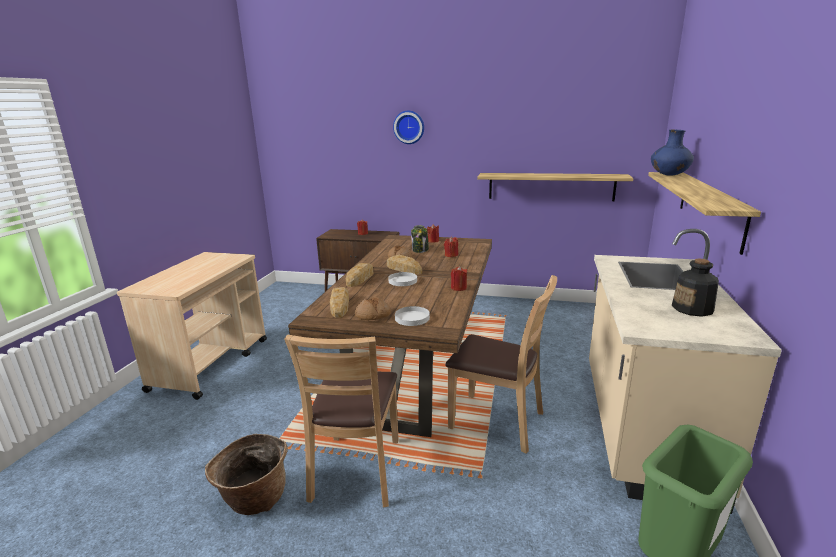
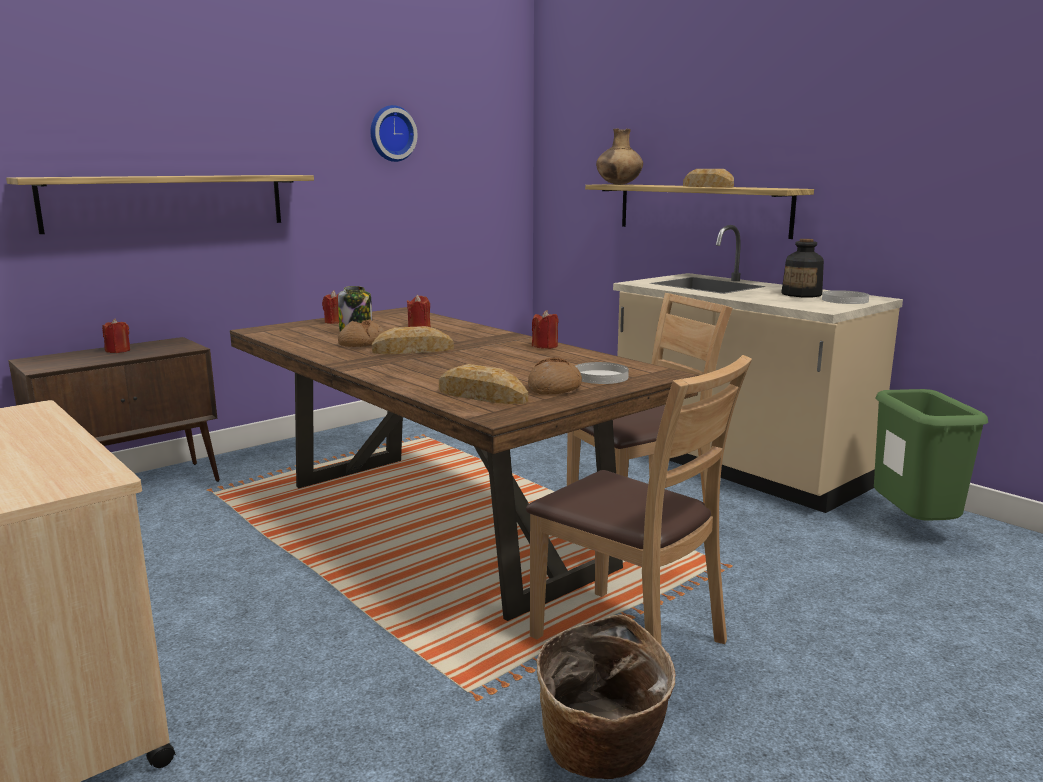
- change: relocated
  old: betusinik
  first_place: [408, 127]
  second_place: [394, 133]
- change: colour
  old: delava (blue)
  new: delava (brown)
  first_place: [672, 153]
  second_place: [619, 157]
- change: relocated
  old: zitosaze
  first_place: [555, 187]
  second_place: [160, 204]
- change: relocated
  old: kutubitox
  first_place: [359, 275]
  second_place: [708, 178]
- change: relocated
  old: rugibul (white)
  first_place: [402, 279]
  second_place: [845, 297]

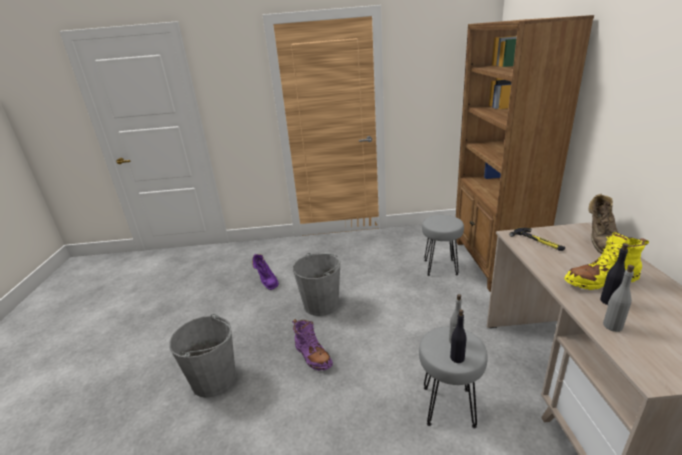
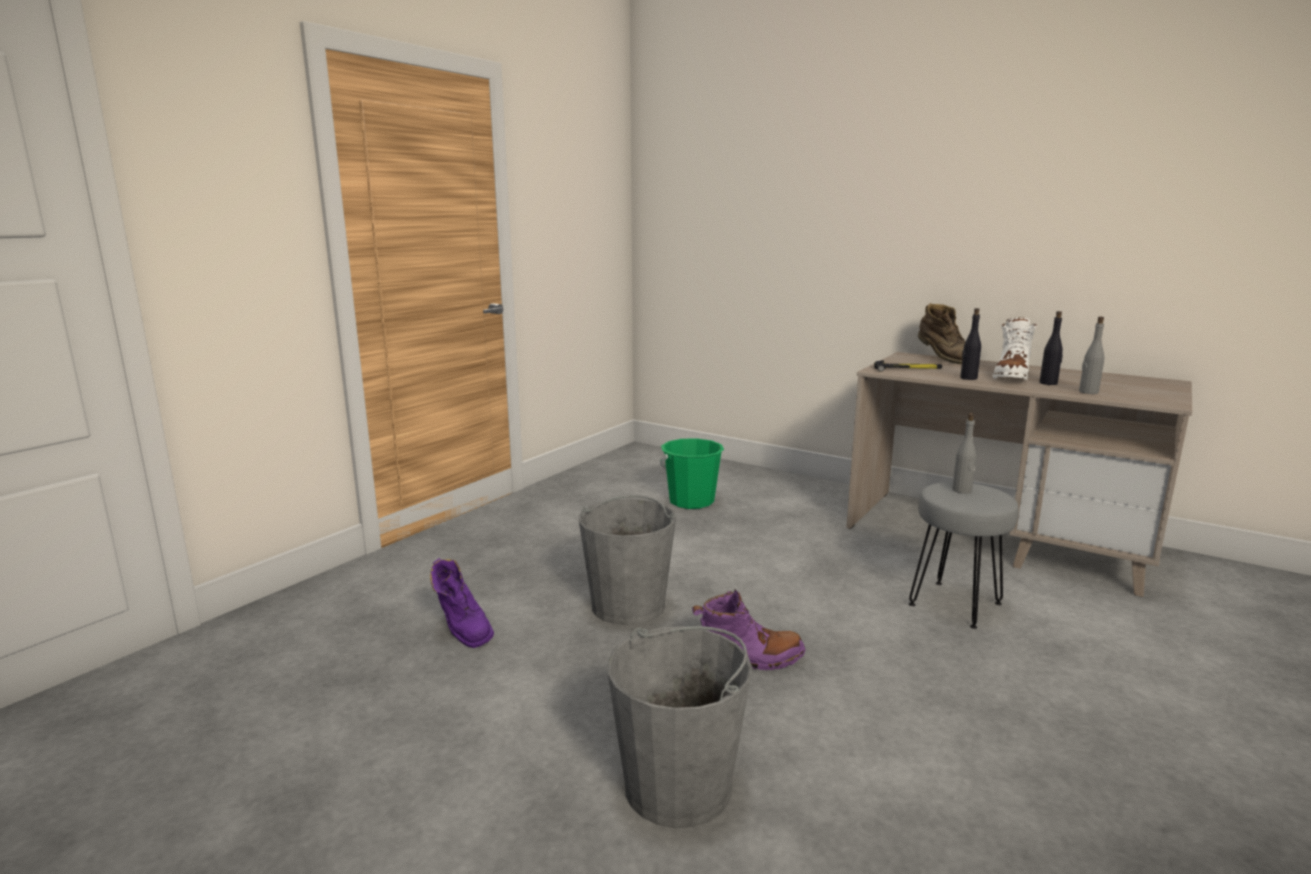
- change: missing
  old: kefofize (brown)
  first_place: [525, 153]
- change: exchanged
  old: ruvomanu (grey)
  new: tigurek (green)
  first_place: [443, 245]
  second_place: [692, 473]
- change: colour
  old: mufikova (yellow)
  new: mufikova (white)
  first_place: [606, 261]
  second_place: [1014, 348]
- change: spun
  old: mufikova (purple)
  first_place: [265, 272]
  second_place: [462, 603]
  degrees: 45
- change: relocated
  old: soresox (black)
  first_place: [458, 336]
  second_place: [970, 344]

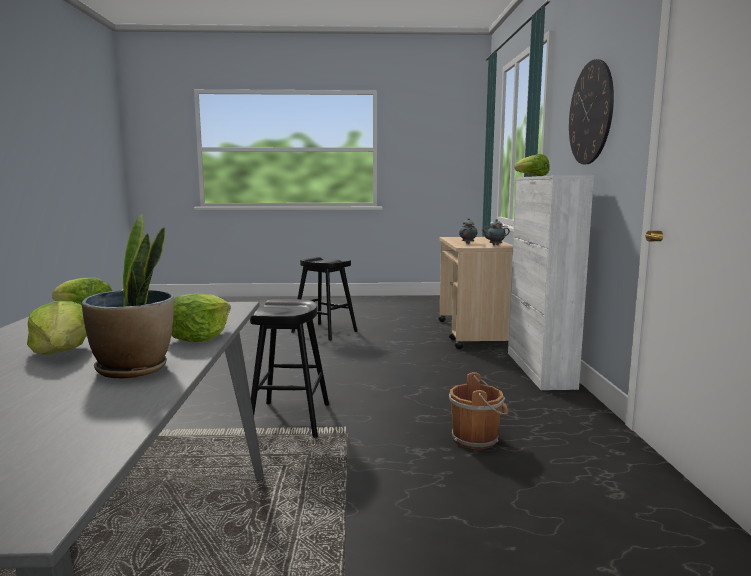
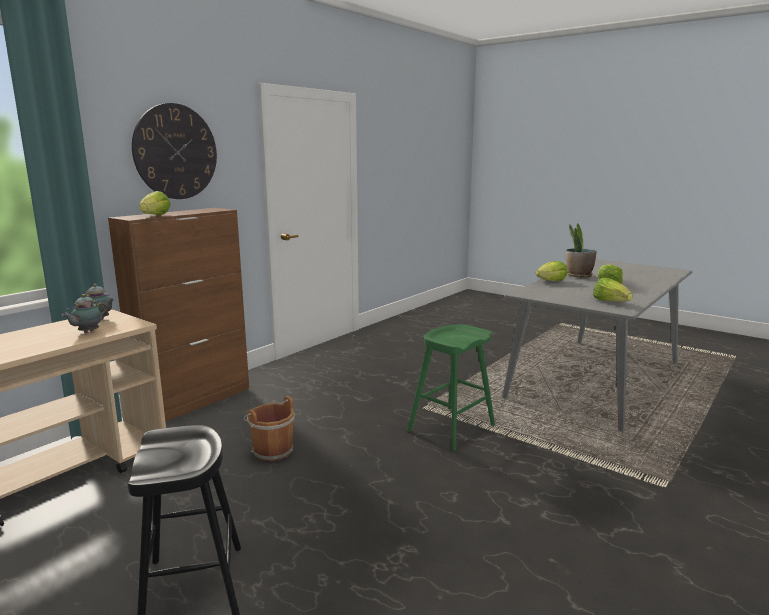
- change: colour
  old: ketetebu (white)
  new: ketetebu (brown)
  first_place: [551, 283]
  second_place: [178, 315]
- change: colour
  old: ruvomanu (black)
  new: ruvomanu (green)
  first_place: [289, 368]
  second_place: [451, 388]
- change: relocated
  old: tigurek (brown)
  first_place: [479, 410]
  second_place: [269, 428]

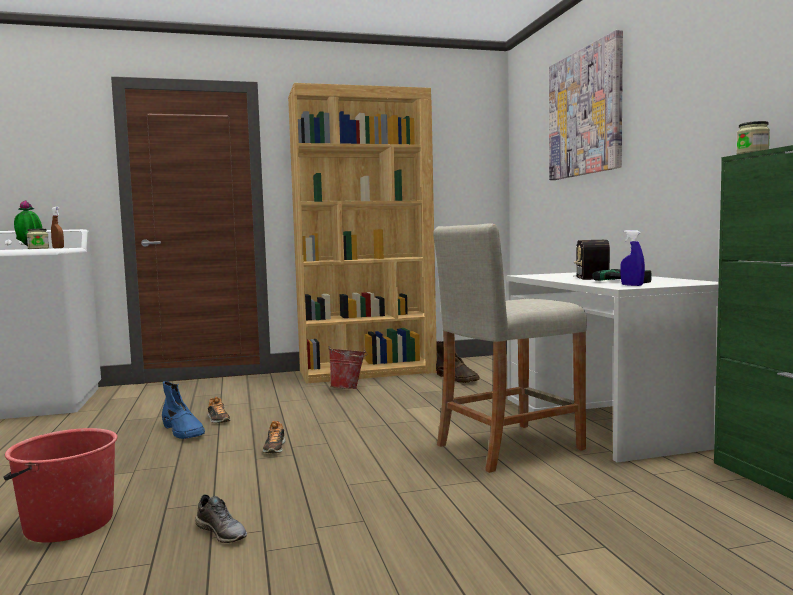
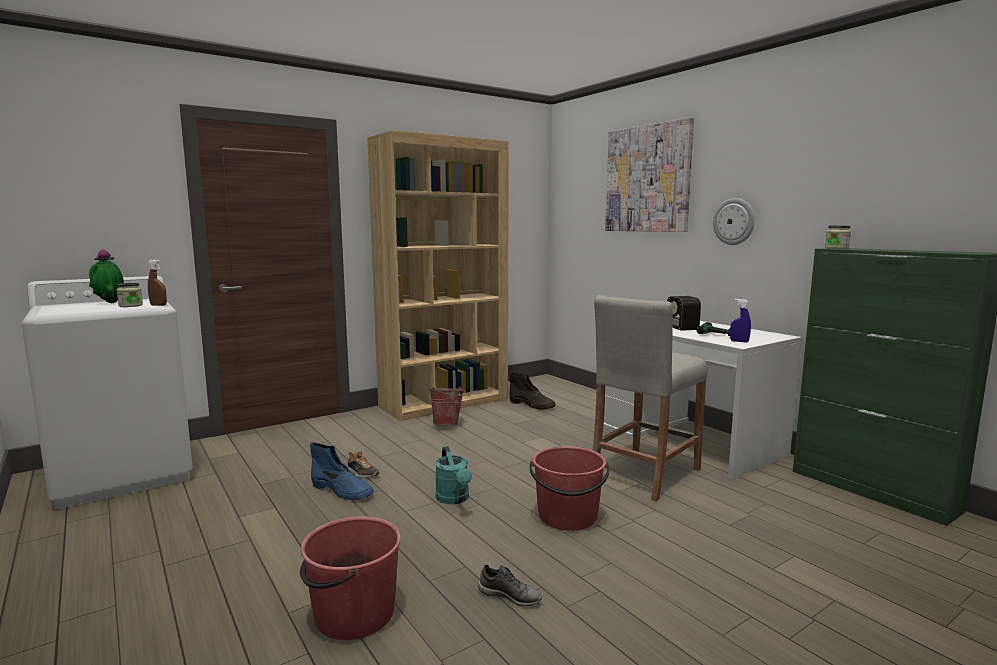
- change: exchanged
  old: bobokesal
  new: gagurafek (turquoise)
  first_place: [274, 437]
  second_place: [453, 475]
- change: appeared
  new: betusinik
  second_place: [734, 221]
- change: appeared
  new: tigurek (red)
  second_place: [569, 488]

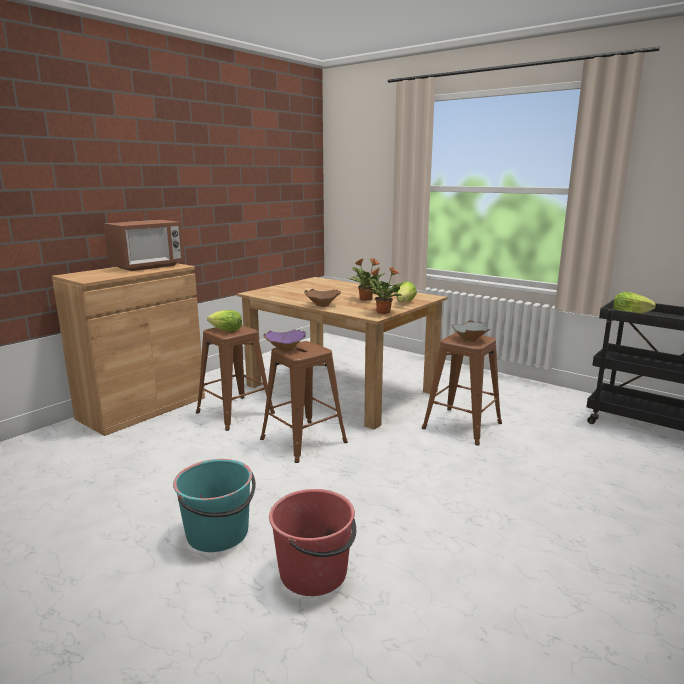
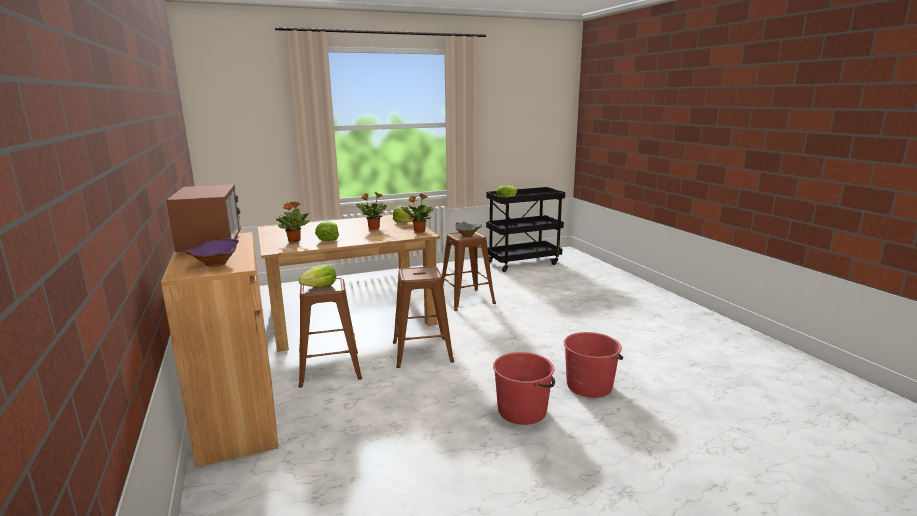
- change: missing
  old: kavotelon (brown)
  first_place: [322, 298]
- change: relocated
  old: kavotelon (purple)
  first_place: [284, 340]
  second_place: [211, 252]
- change: colour
  old: tigurek (turquoise)
  new: tigurek (red)
  first_place: [214, 505]
  second_place: [524, 388]
- change: appeared
  new: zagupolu
  second_place: [292, 221]
- change: appeared
  new: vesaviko
  second_place: [327, 231]

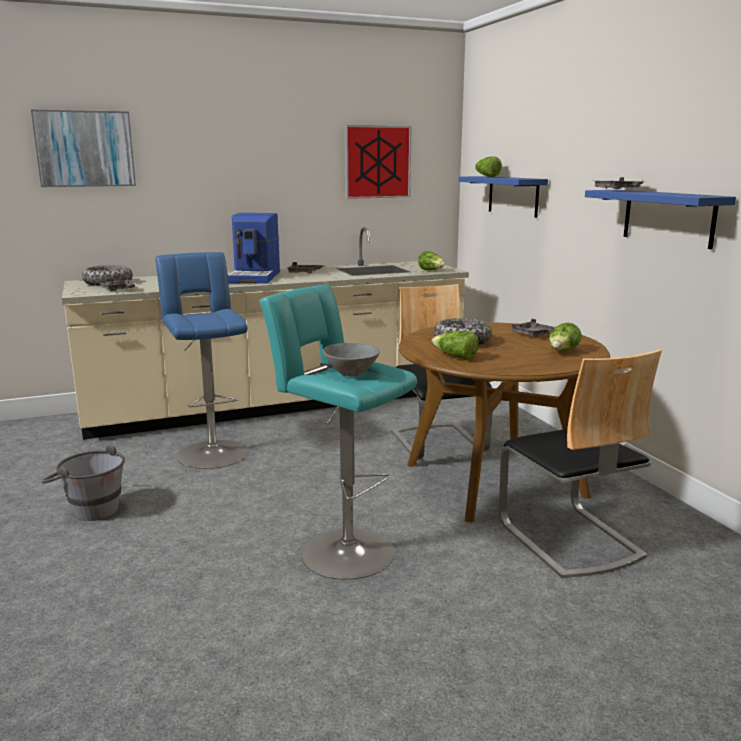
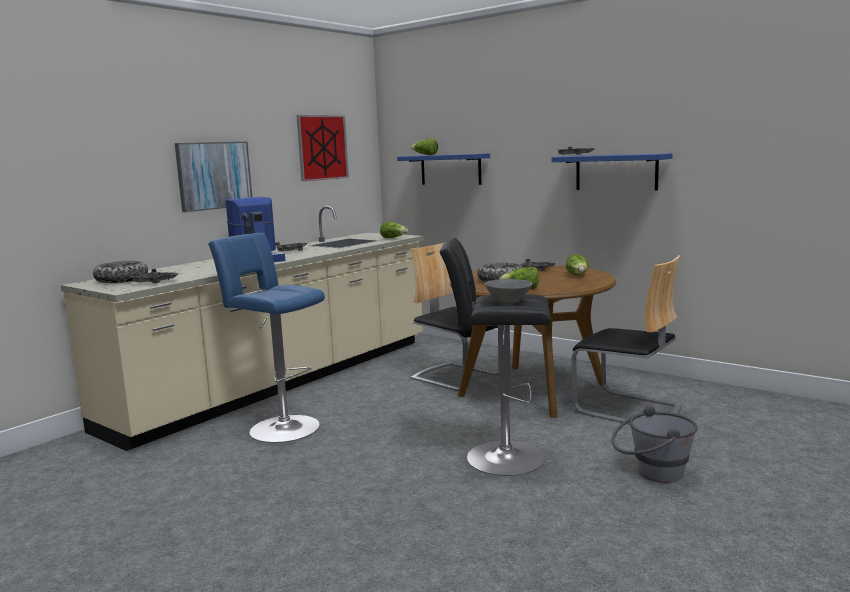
- change: relocated
  old: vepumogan
  first_place: [83, 148]
  second_place: [213, 177]
- change: colour
  old: ruvomanu (turquoise)
  new: ruvomanu (black)
  first_place: [338, 432]
  second_place: [495, 356]
- change: relocated
  old: tigurek (grey)
  first_place: [83, 482]
  second_place: [654, 444]

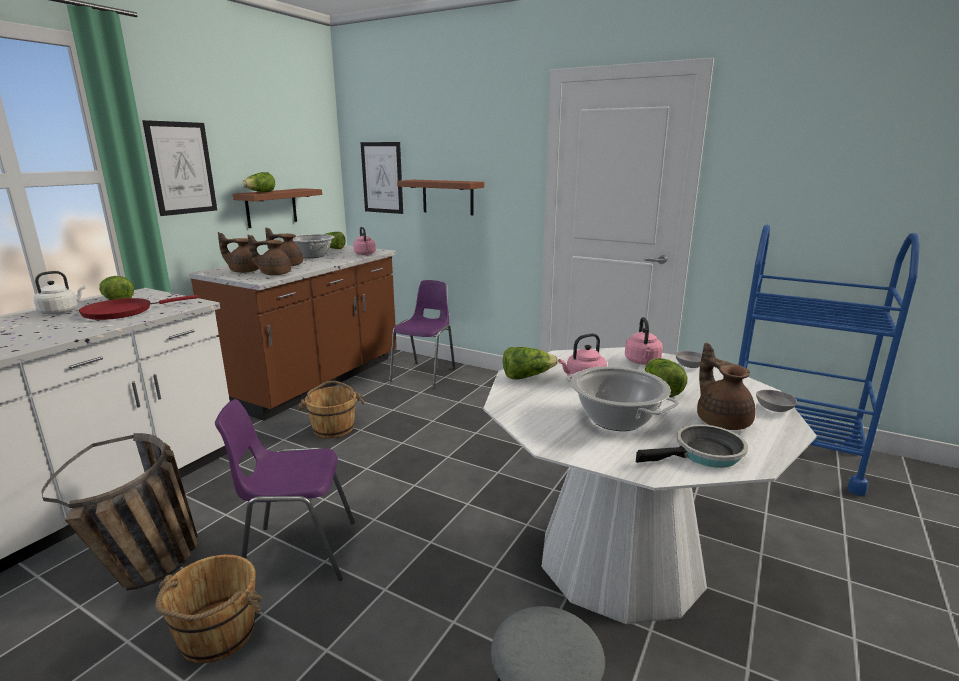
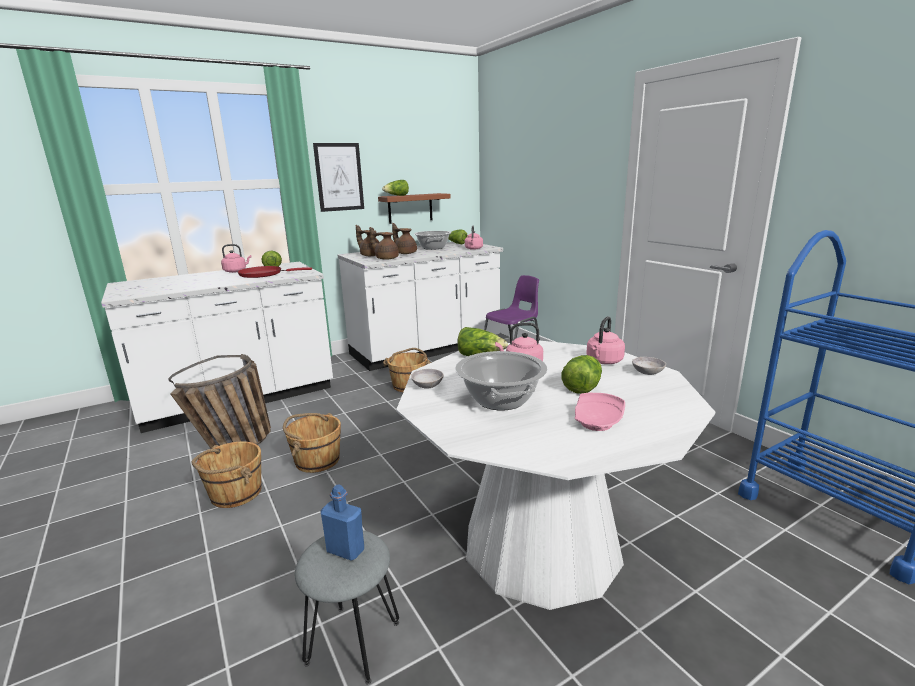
- change: missing
  old: vepumogan
  first_place: [381, 178]
- change: missing
  old: zitosaze (brown)
  first_place: [440, 197]
- change: colour
  old: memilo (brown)
  new: memilo (white)
  first_place: [293, 333]
  second_place: [420, 306]
- change: colour
  old: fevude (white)
  new: fevude (pink)
  first_place: [59, 293]
  second_place: [236, 258]
- change: exchanged
  old: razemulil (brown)
  new: rugibul (pink)
  first_place: [726, 386]
  second_place: [599, 412]
- change: relocated
  old: kavotelon (grey)
  first_place: [776, 401]
  second_place: [427, 379]
- change: exchanged
  old: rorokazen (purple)
  new: tigurek (brown)
  first_place: [285, 490]
  second_place: [312, 443]
- change: missing
  old: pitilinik
  first_place: [692, 446]
- change: appeared
  new: soresox (blue)
  second_place: [342, 523]

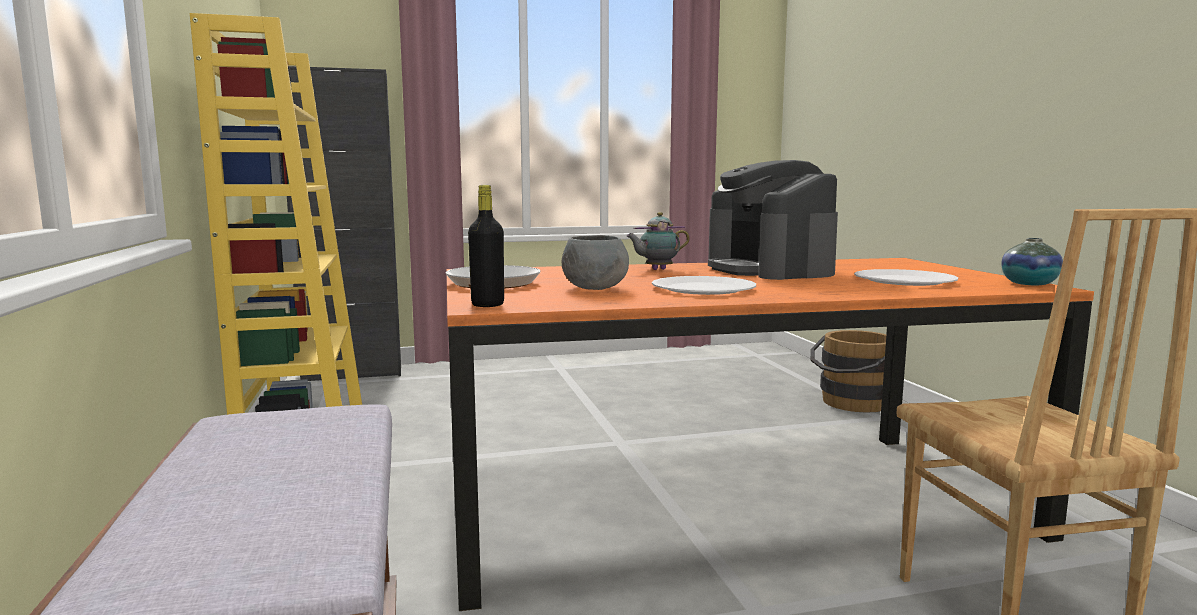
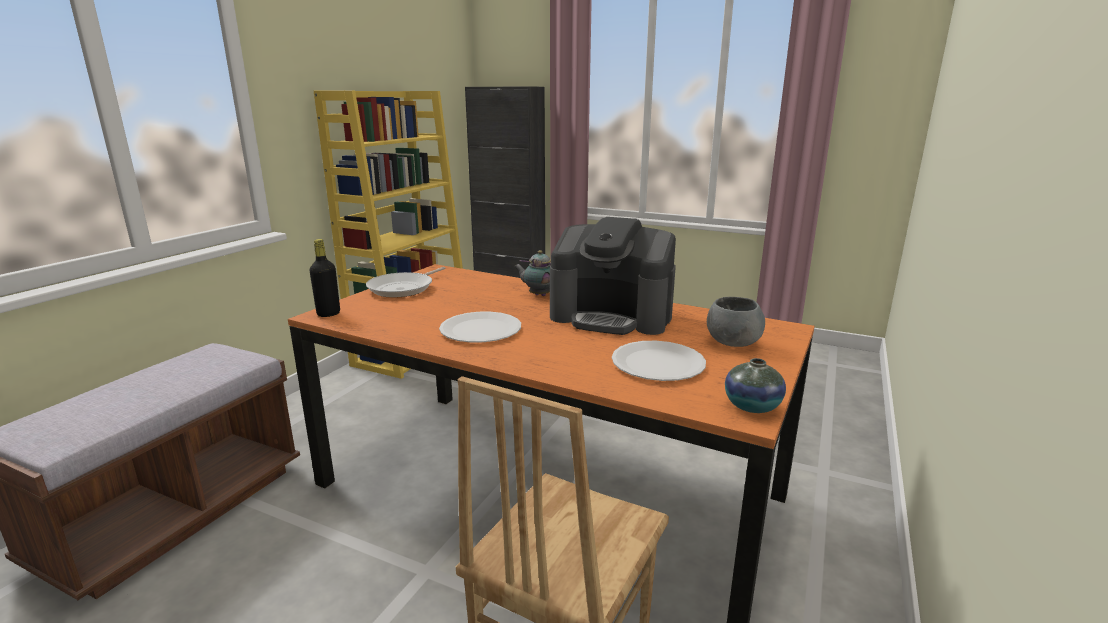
- change: spun
  old: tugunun
  first_place: [773, 220]
  second_place: [613, 276]
  degrees: -90
- change: relocated
  old: kavotelon (grey)
  first_place: [595, 262]
  second_place: [736, 322]
- change: missing
  old: tigurek (brown)
  first_place: [848, 371]

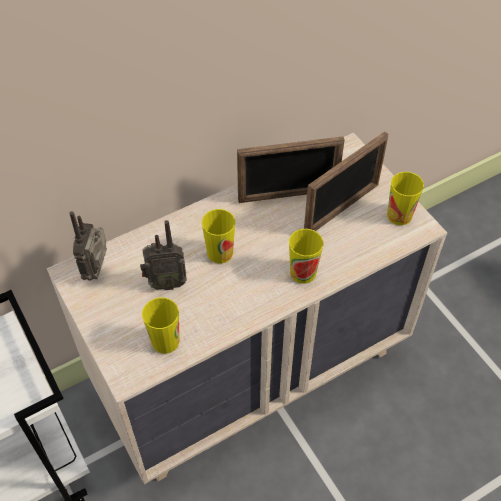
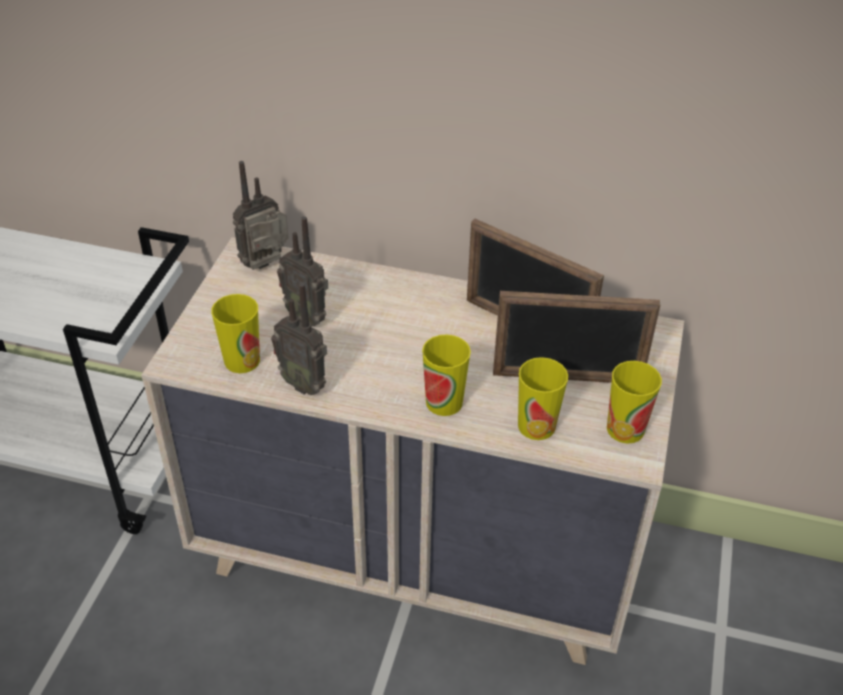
- change: relocated
  old: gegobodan
  first_place: [218, 236]
  second_place: [543, 398]
- change: appeared
  new: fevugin
  second_place: [299, 339]

